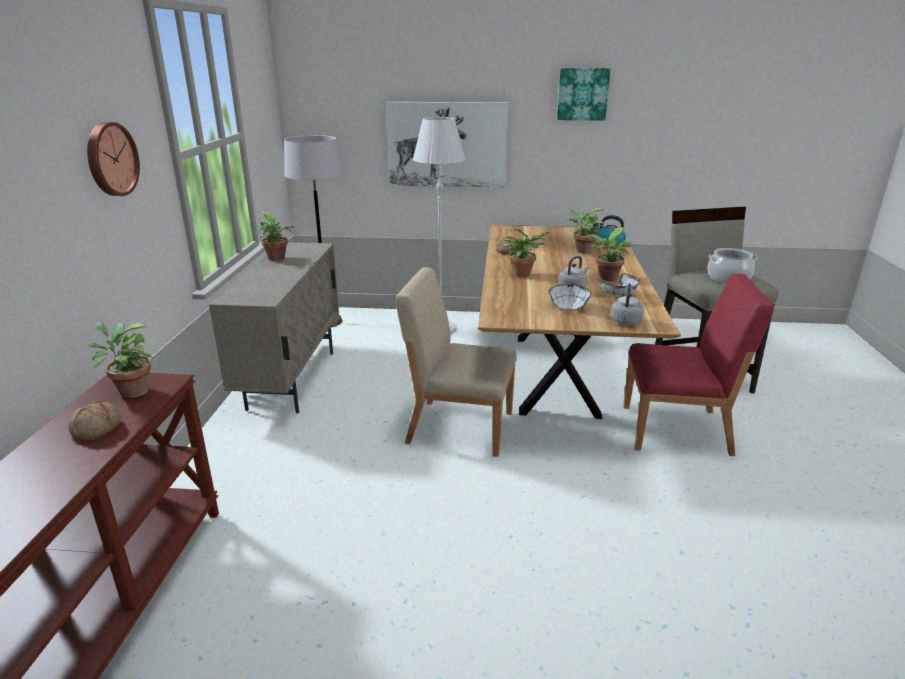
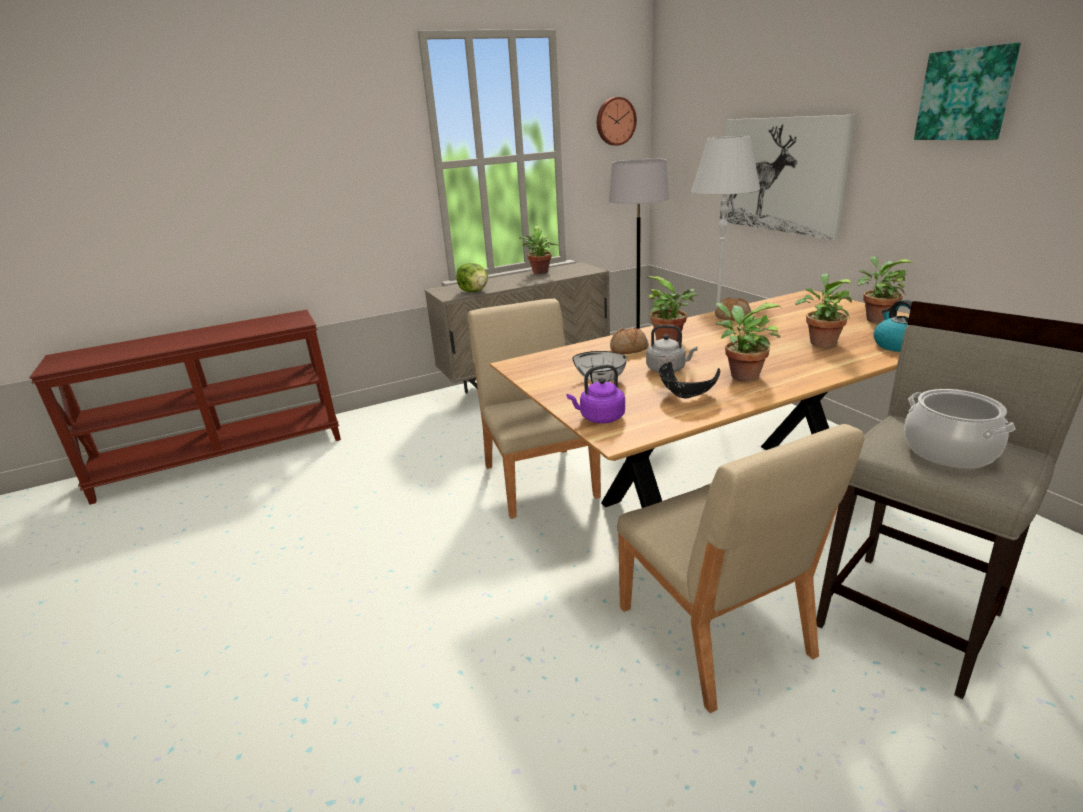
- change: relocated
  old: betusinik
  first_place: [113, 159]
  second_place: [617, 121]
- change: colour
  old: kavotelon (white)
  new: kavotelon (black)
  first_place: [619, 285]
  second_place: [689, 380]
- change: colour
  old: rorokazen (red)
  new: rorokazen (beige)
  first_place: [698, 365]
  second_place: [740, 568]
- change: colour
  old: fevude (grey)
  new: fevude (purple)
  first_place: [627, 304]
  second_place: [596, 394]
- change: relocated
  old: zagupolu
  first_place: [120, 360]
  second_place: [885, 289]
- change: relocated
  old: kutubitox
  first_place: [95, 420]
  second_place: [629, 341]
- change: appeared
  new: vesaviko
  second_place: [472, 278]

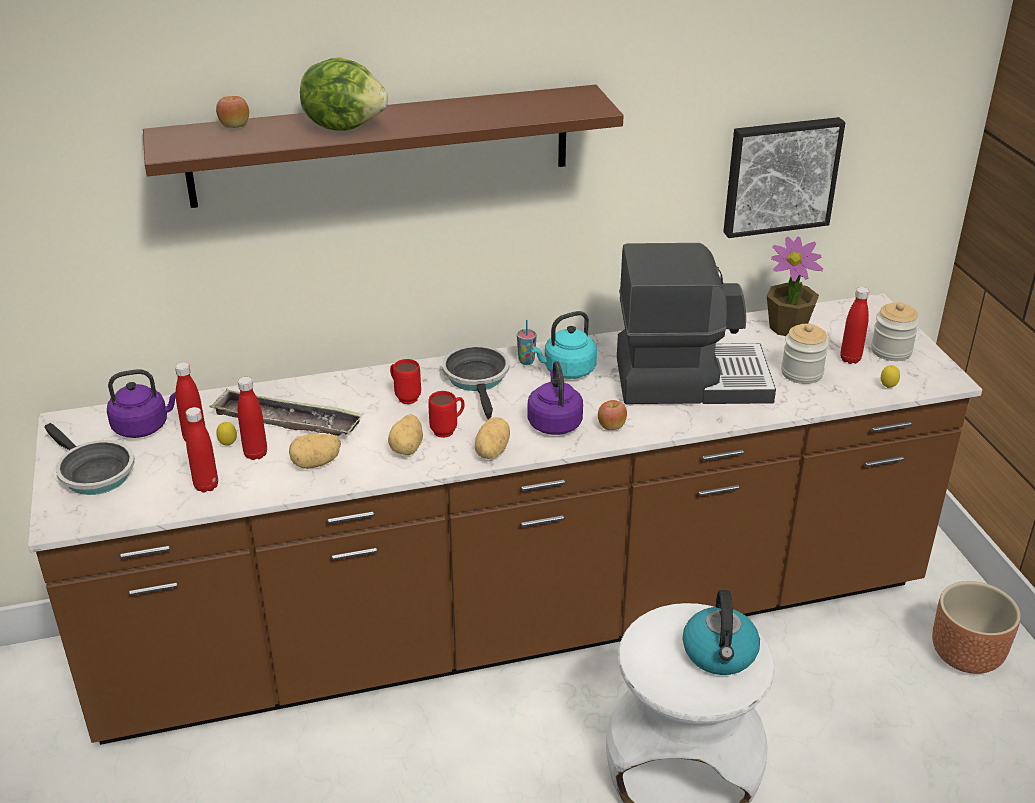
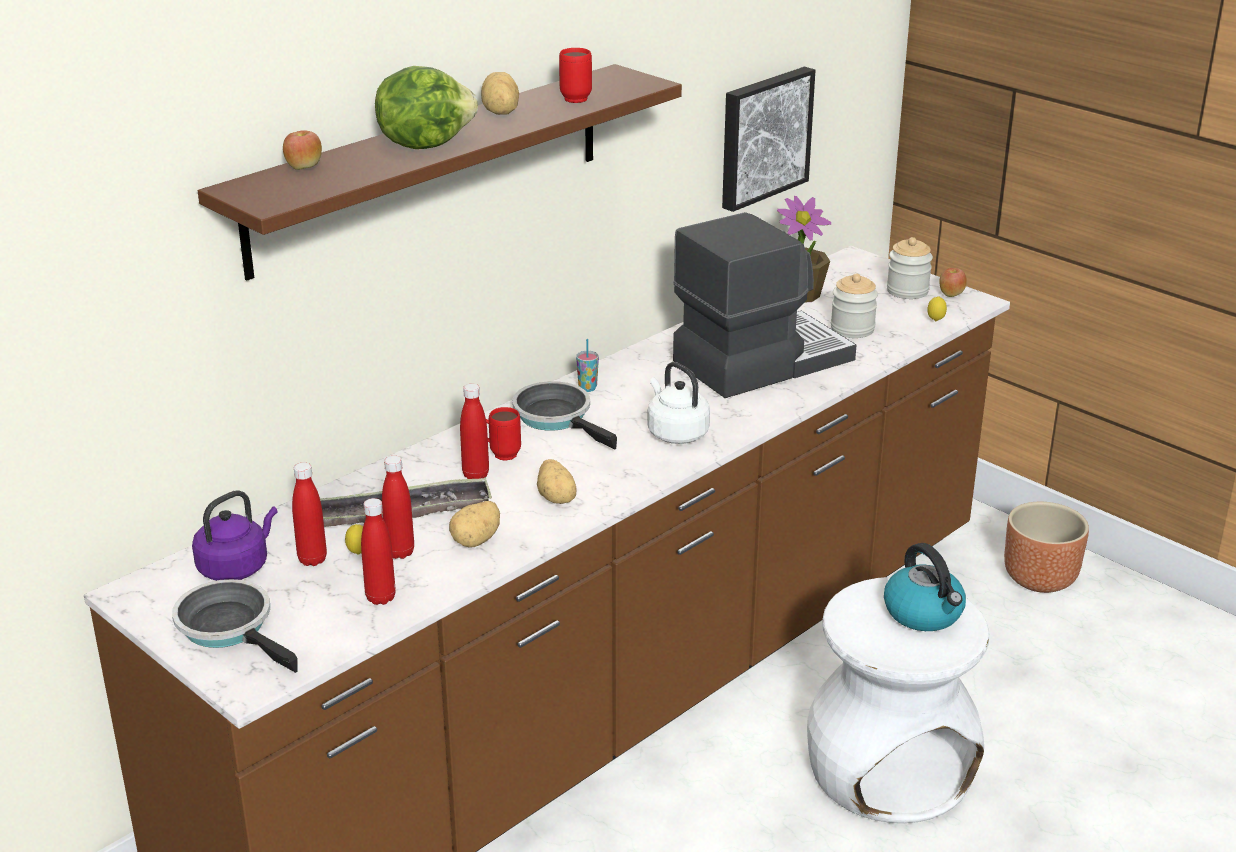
- change: relocated
  old: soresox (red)
  first_place: [854, 325]
  second_place: [474, 431]
- change: missing
  old: fevude (turquoise)
  first_place: [564, 345]
- change: colour
  old: fevude (purple)
  new: fevude (white)
  first_place: [555, 398]
  second_place: [678, 403]
- change: relocated
  old: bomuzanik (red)
  first_place: [446, 414]
  second_place: [575, 75]
- change: relocated
  old: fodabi
  first_place: [612, 415]
  second_place: [953, 282]
- change: relocated
  old: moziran
  first_place: [492, 438]
  second_place: [500, 93]
- change: spun
  old: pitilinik
  first_place: [90, 459]
  second_place: [235, 626]
  degrees: -150

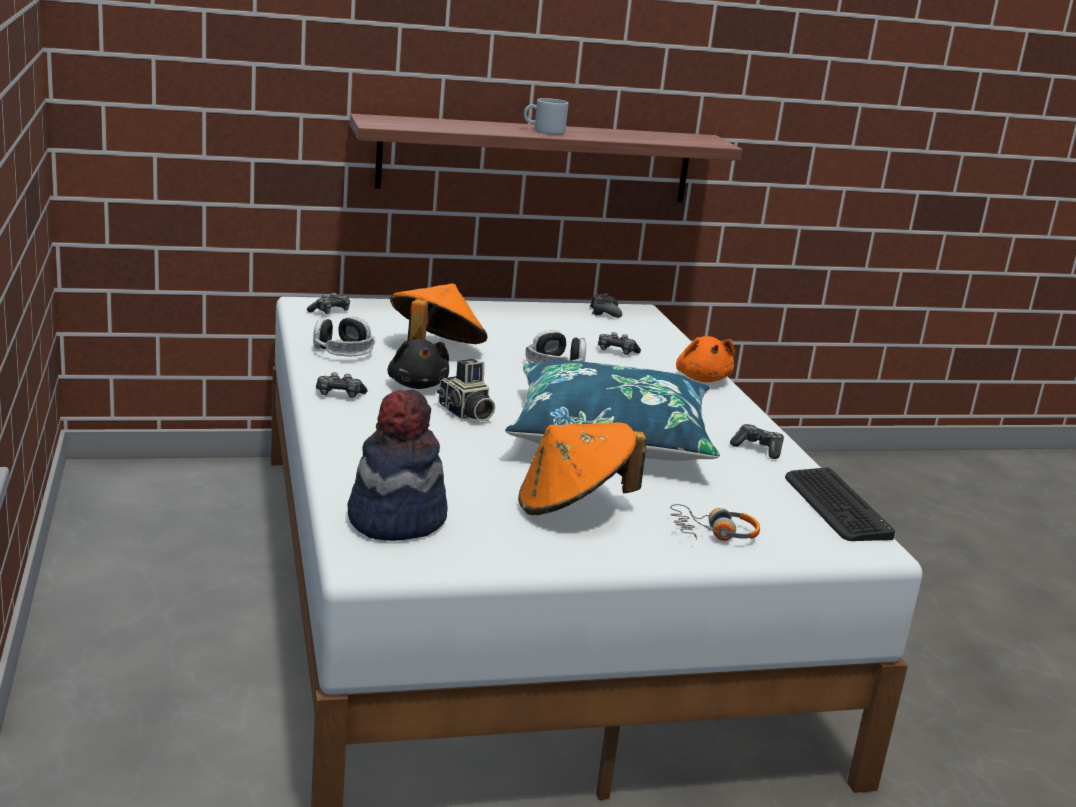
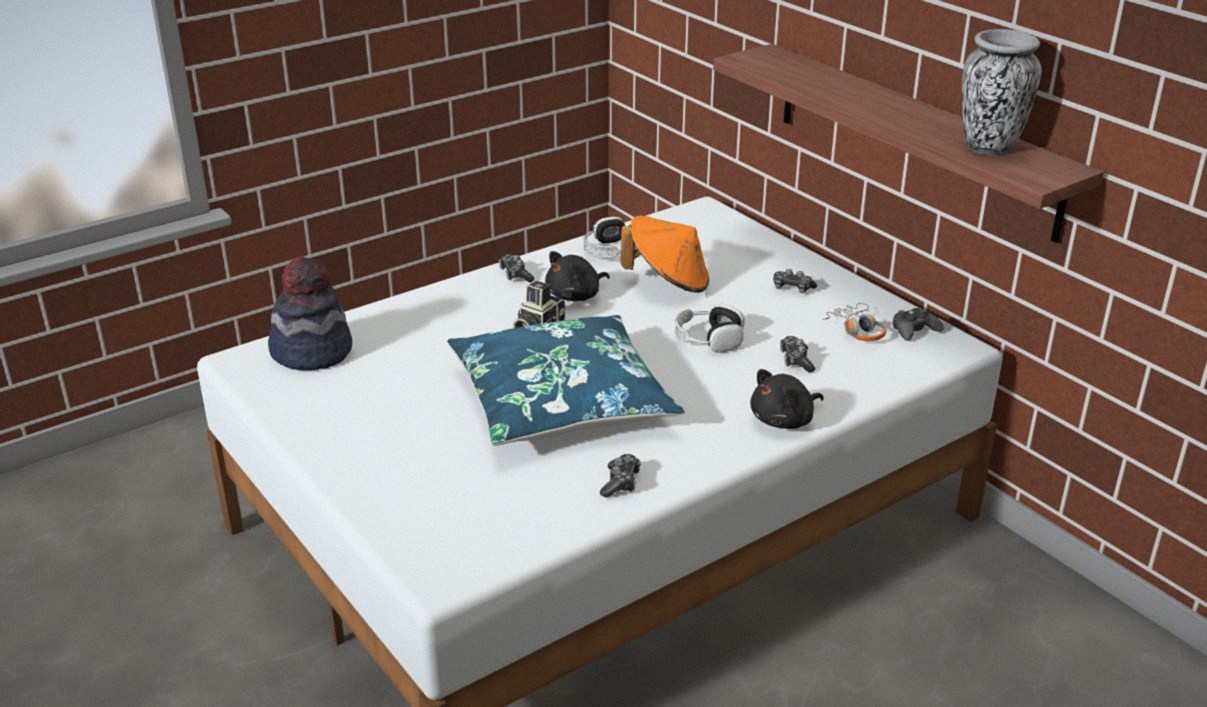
- change: missing
  old: bomuzanik (grey)
  first_place: [546, 116]
- change: relocated
  old: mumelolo
  first_place: [328, 303]
  second_place: [795, 281]
- change: colour
  old: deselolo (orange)
  new: deselolo (black)
  first_place: [705, 359]
  second_place: [787, 399]
- change: missing
  old: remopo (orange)
  first_place: [582, 468]
- change: missing
  old: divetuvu
  first_place: [840, 504]
- change: relocated
  old: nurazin
  first_place: [715, 522]
  second_place: [854, 322]
- change: appeared
  new: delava
  second_place: [1001, 92]

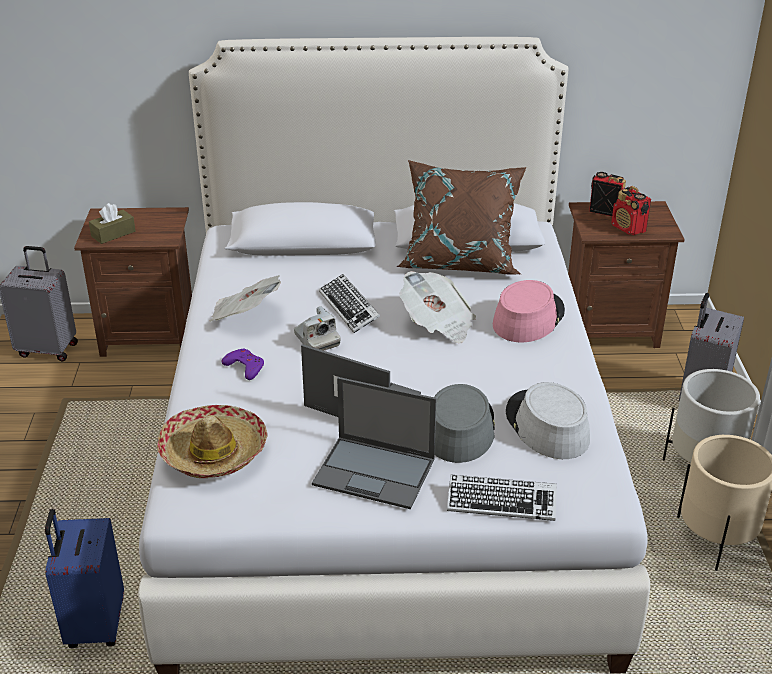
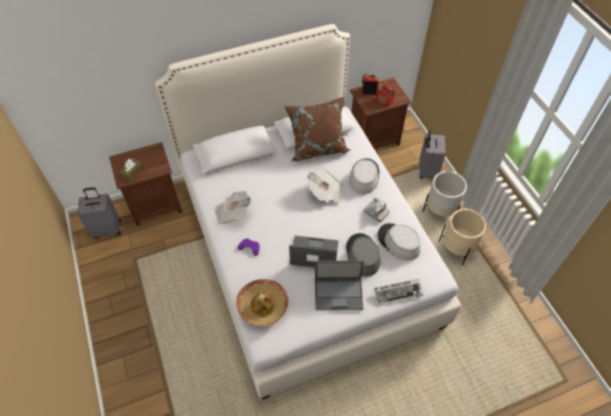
- change: missing
  old: divetuvu
  first_place: [349, 303]
- change: colour
  old: remopo (pink)
  new: remopo (grey)
  first_place: [529, 311]
  second_place: [364, 176]
- change: relocated
  old: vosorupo
  first_place: [317, 328]
  second_place: [377, 209]
- change: missing
  old: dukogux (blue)
  first_place: [84, 578]

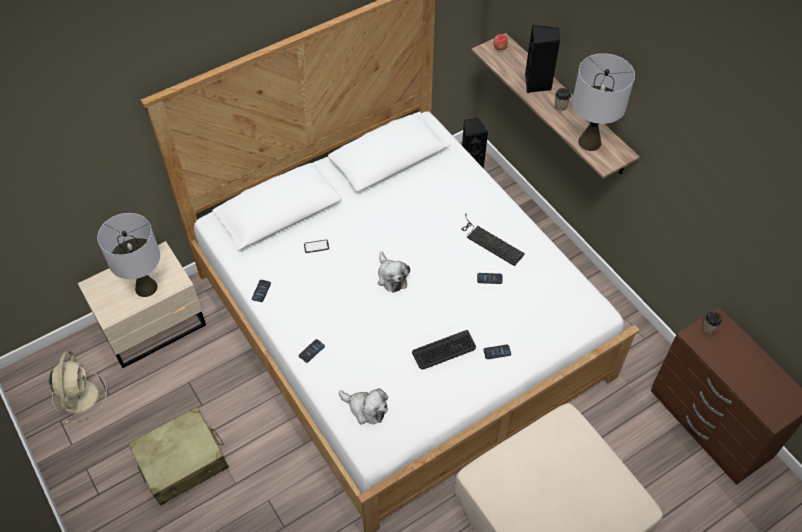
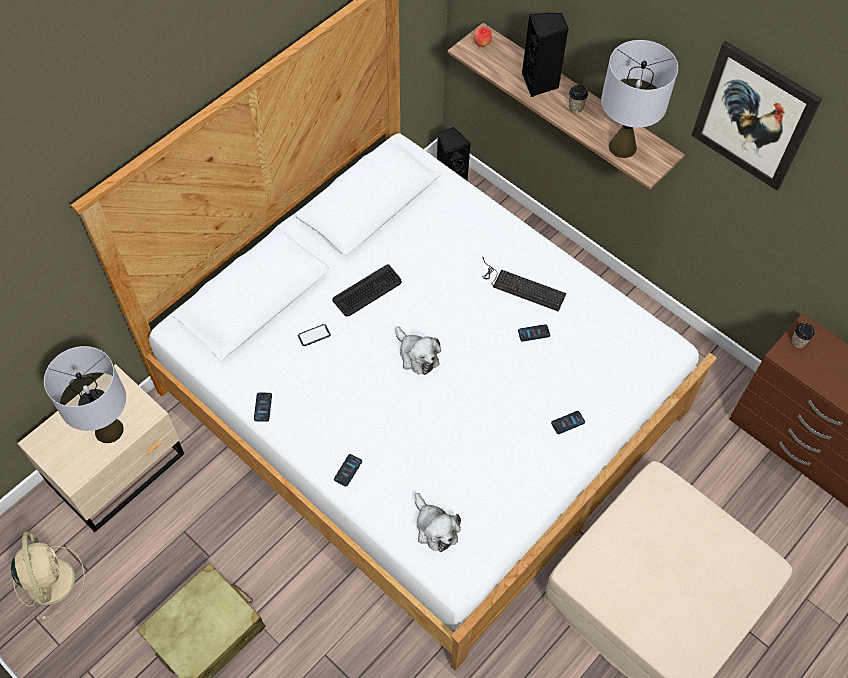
- change: relocated
  old: divetuvu
  first_place: [444, 349]
  second_place: [367, 290]
- change: spun
  old: deselolo
  first_place: [363, 406]
  second_place: [438, 522]
  degrees: 45
- change: appeared
  new: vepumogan
  second_place: [756, 115]

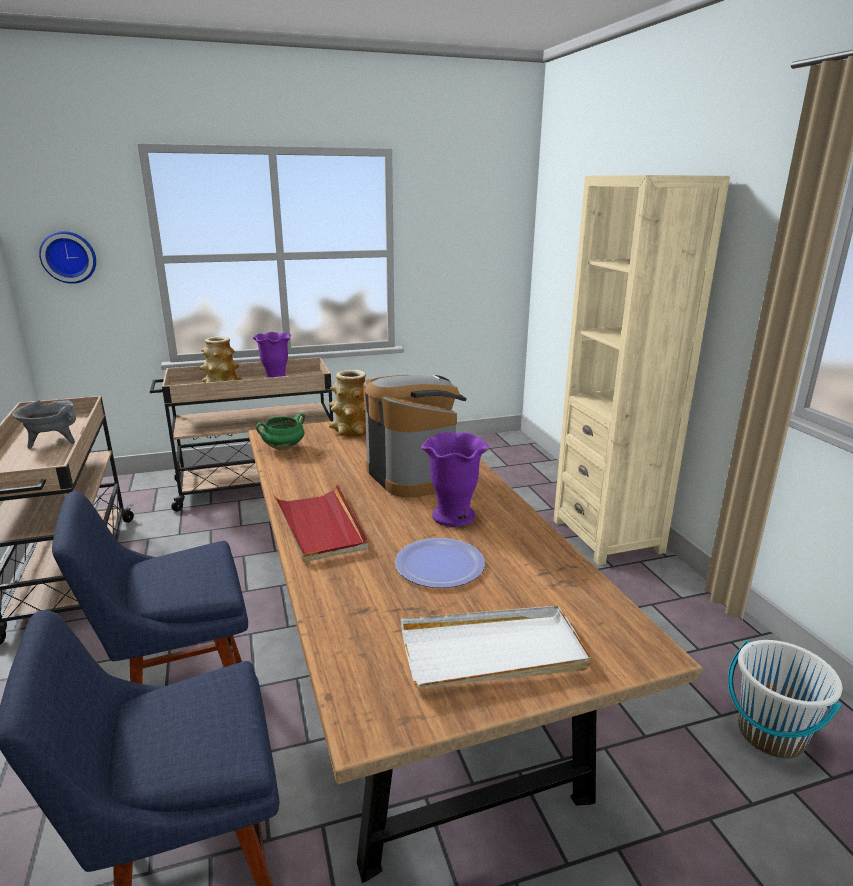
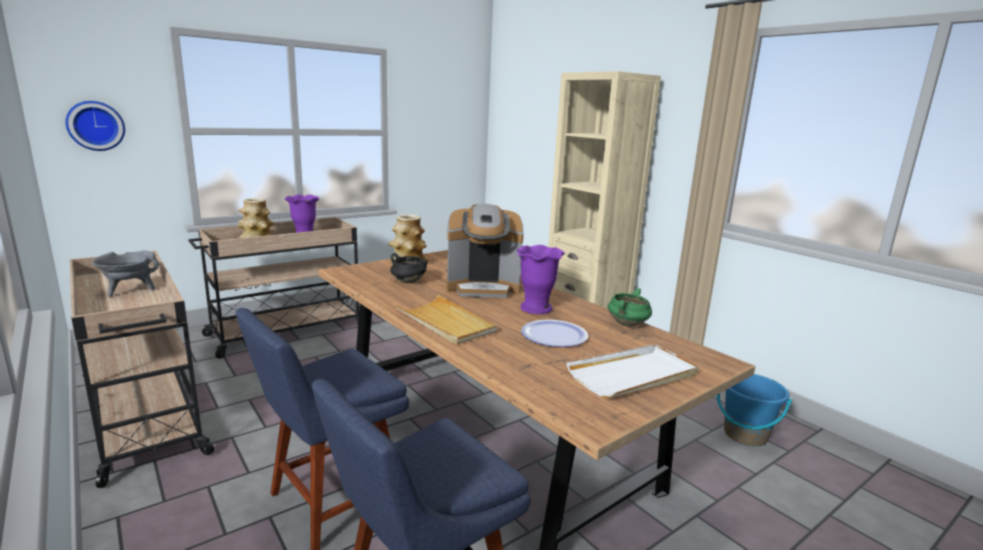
- change: spun
  old: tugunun
  first_place: [415, 436]
  second_place: [485, 251]
  degrees: 135
- change: relocated
  old: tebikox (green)
  first_place: [280, 431]
  second_place: [630, 307]
- change: colour
  old: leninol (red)
  new: leninol (beige)
  first_place: [320, 523]
  second_place: [445, 320]
- change: colour
  old: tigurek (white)
  new: tigurek (blue)
  first_place: [785, 699]
  second_place: [754, 410]
- change: appeared
  new: tebikox (black)
  second_place: [408, 268]

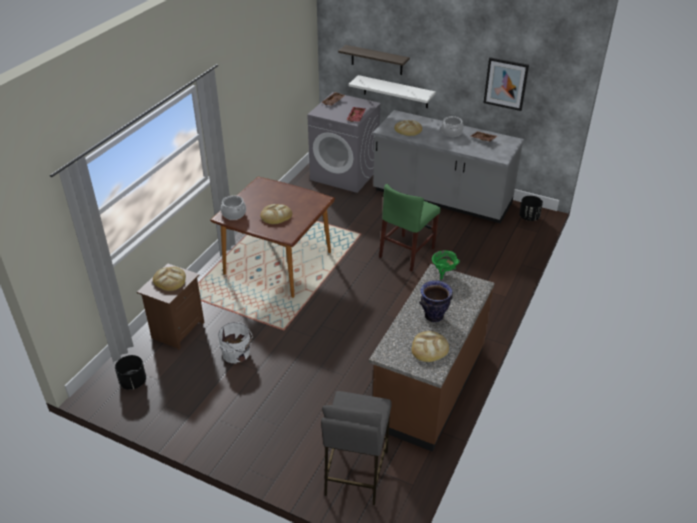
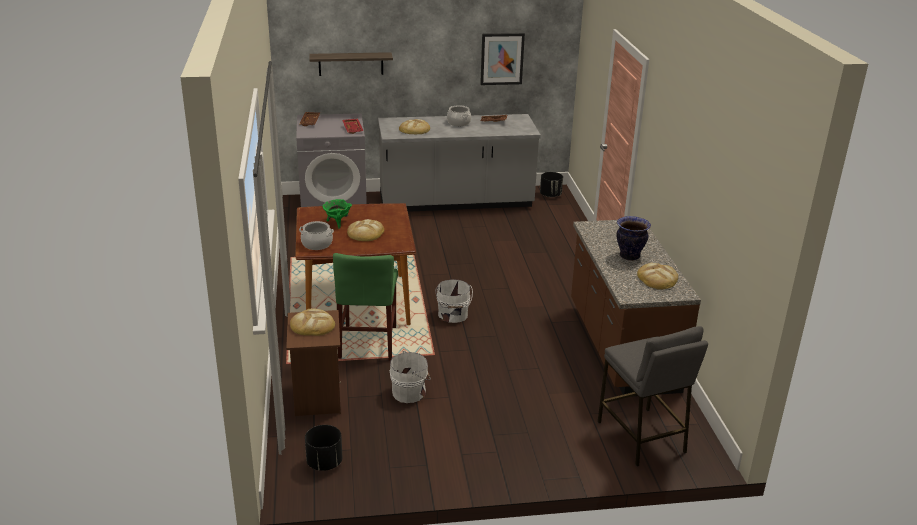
- change: missing
  old: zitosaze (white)
  first_place: [392, 91]
- change: relocated
  old: rorokazen (green)
  first_place: [410, 227]
  second_place: [365, 307]
- change: relocated
  old: tebikox (green)
  first_place: [446, 265]
  second_place: [337, 214]
- change: appeared
  new: tigurek (white)
  second_place: [454, 301]

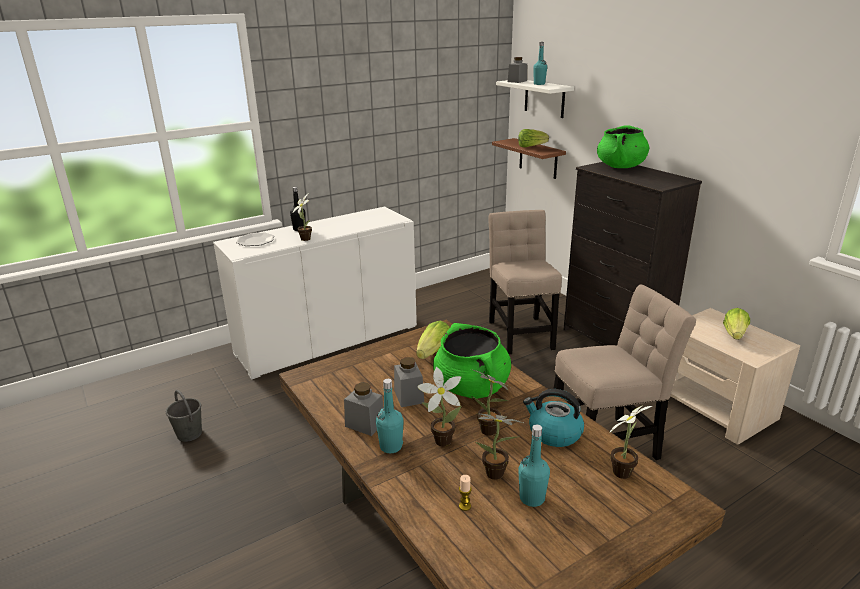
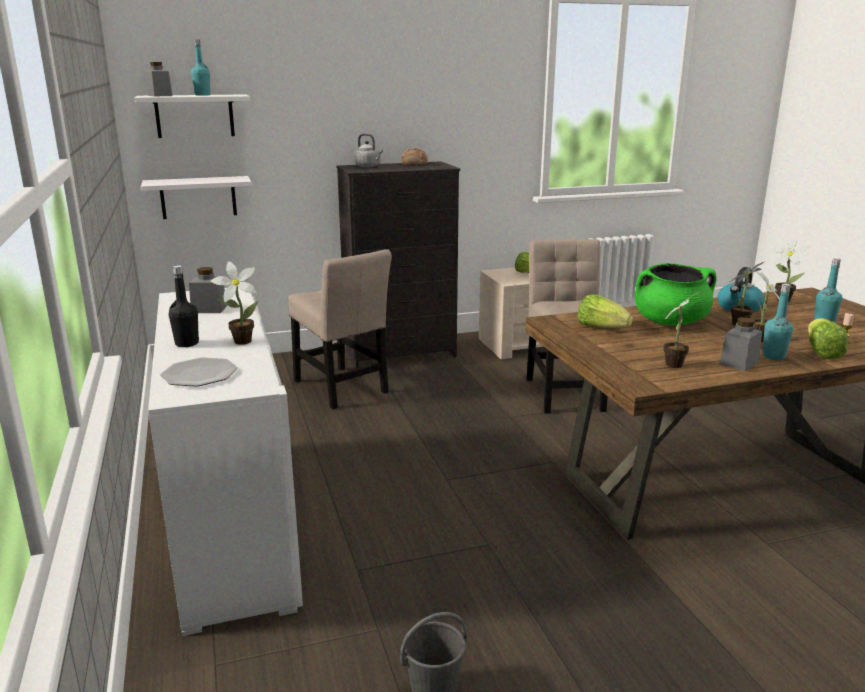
- change: exchanged
  old: tebikox (green)
  new: fevude (grey)
  first_place: [623, 146]
  second_place: [368, 150]
- change: relocated
  old: vesaviko
  first_place: [533, 138]
  second_place: [828, 338]
- change: colour
  old: zitosaze (brown)
  new: zitosaze (white)
  first_place: [529, 158]
  second_place: [196, 197]
- change: spun
  old: rorokazen (beige)
  first_place: [525, 282]
  second_place: [340, 329]
  degrees: -135
- change: relocated
  old: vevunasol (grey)
  first_place: [409, 382]
  second_place: [208, 290]
- change: relocated
  old: zagupolu
  first_place: [499, 446]
  second_place: [682, 329]
- change: appeared
  new: kutubitox
  second_place: [414, 157]

